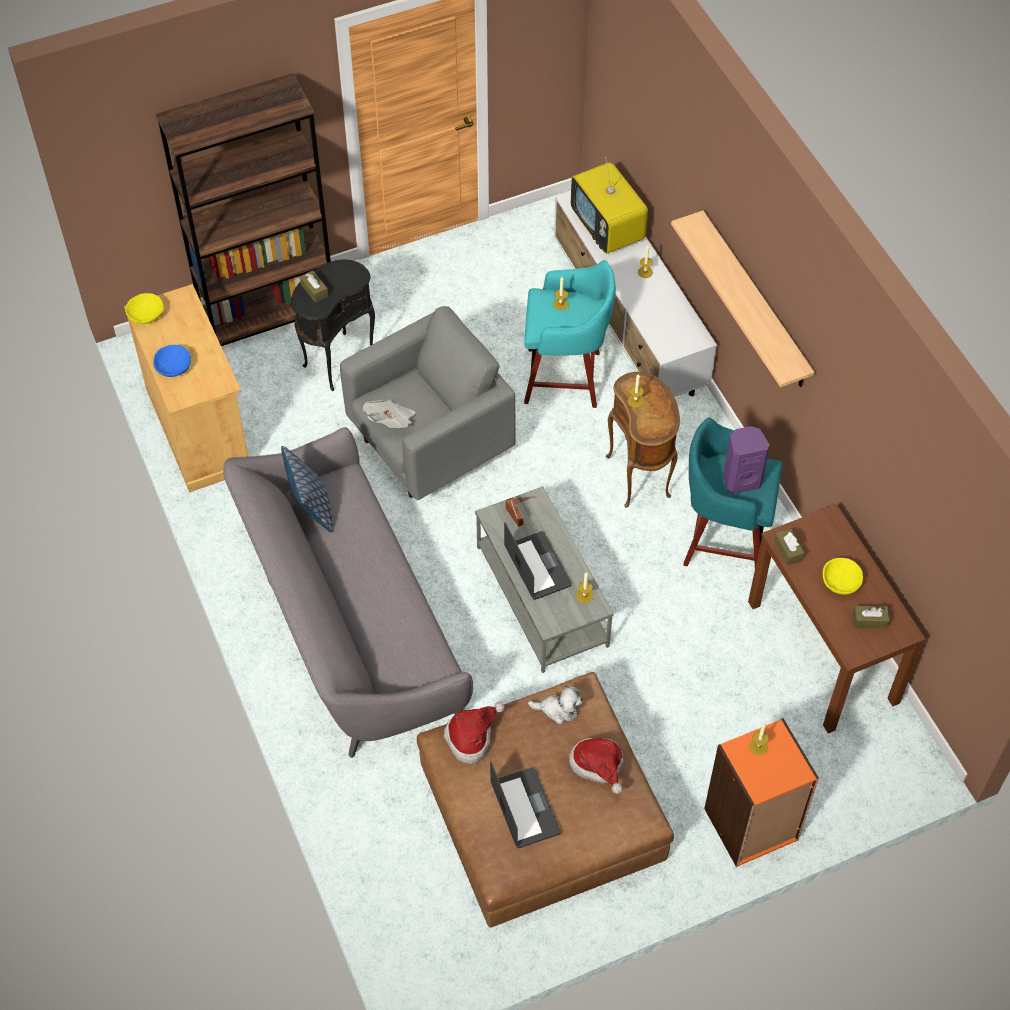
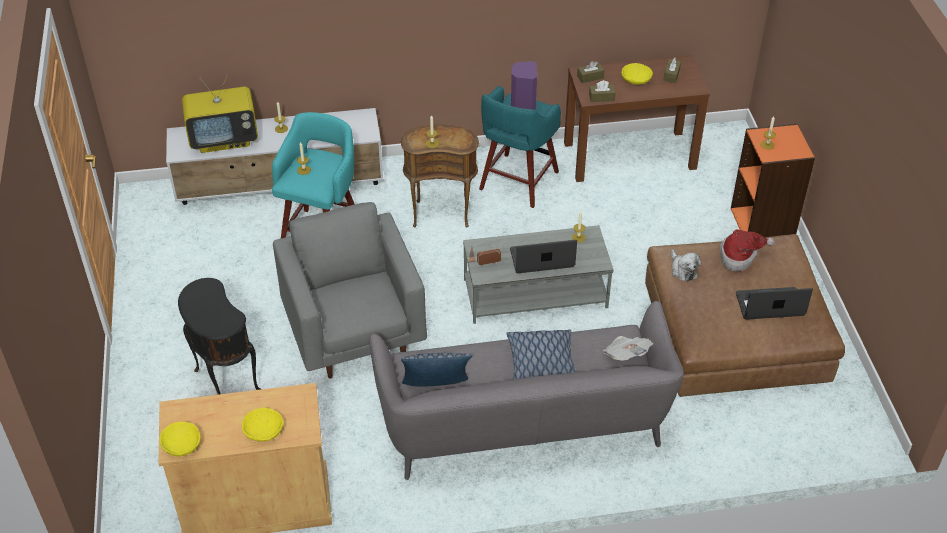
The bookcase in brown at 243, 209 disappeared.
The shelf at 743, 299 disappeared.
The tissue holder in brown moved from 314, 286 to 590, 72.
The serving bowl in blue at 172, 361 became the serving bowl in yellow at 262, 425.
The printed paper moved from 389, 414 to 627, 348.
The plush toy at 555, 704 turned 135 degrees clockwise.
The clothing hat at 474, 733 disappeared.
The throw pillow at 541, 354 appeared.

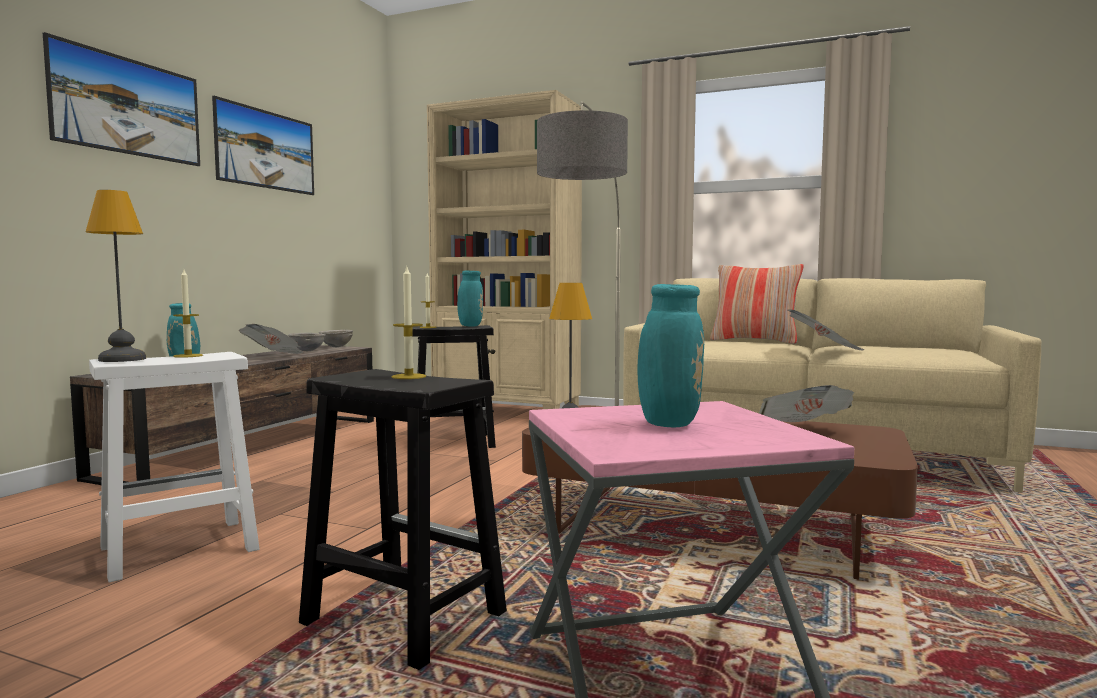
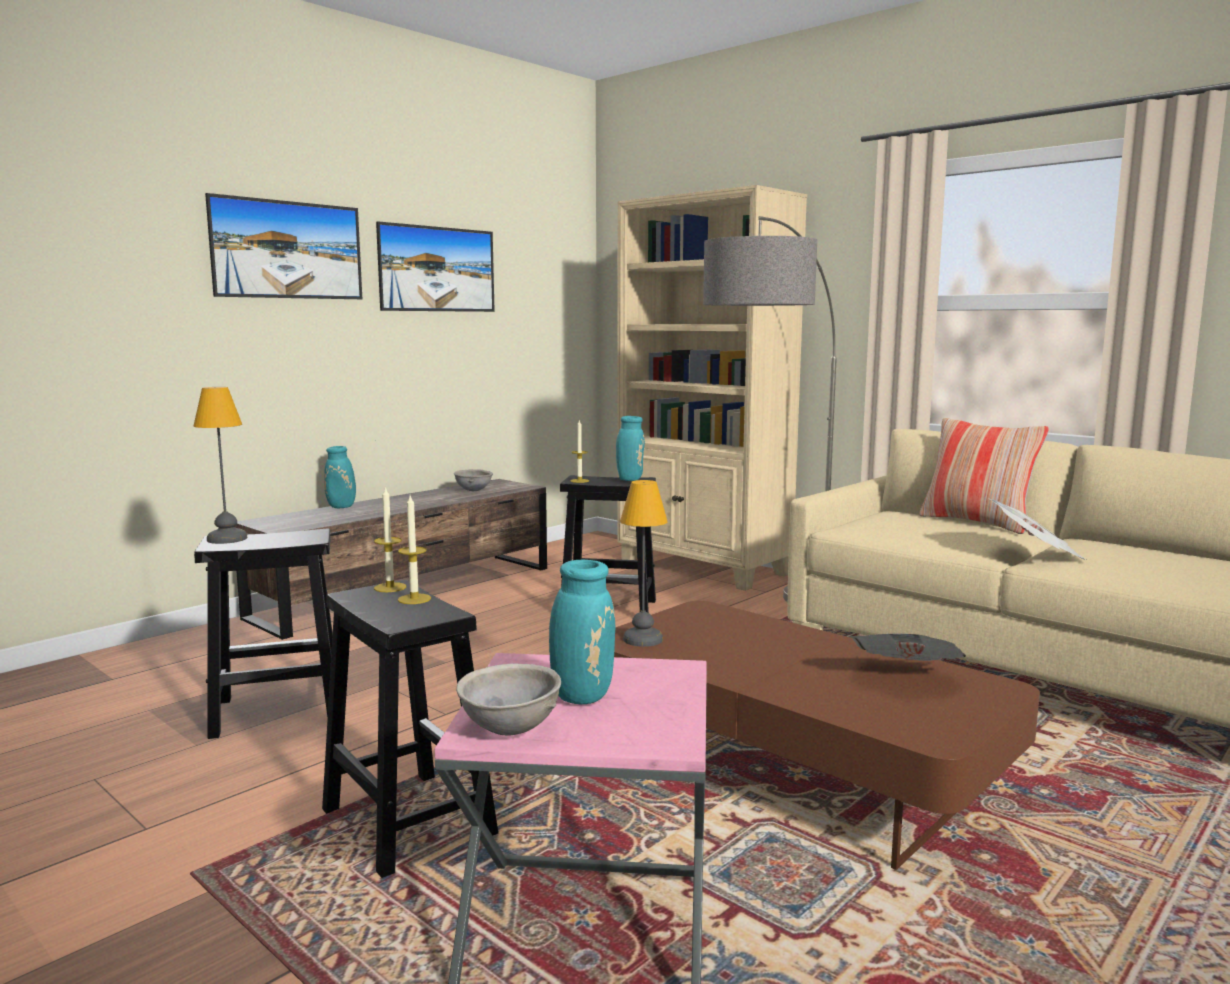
The wax light moved from 188, 314 to 390, 539.
The printed paper at 271, 339 disappeared.
The serving bowl in grey moved from 336, 338 to 508, 699.
The stool in white at 174, 467 became the stool in black-coloured at 263, 633.

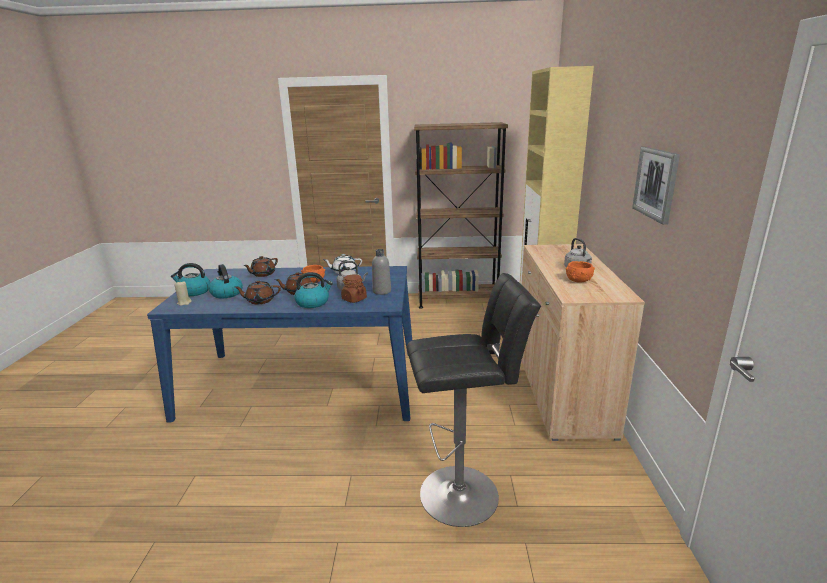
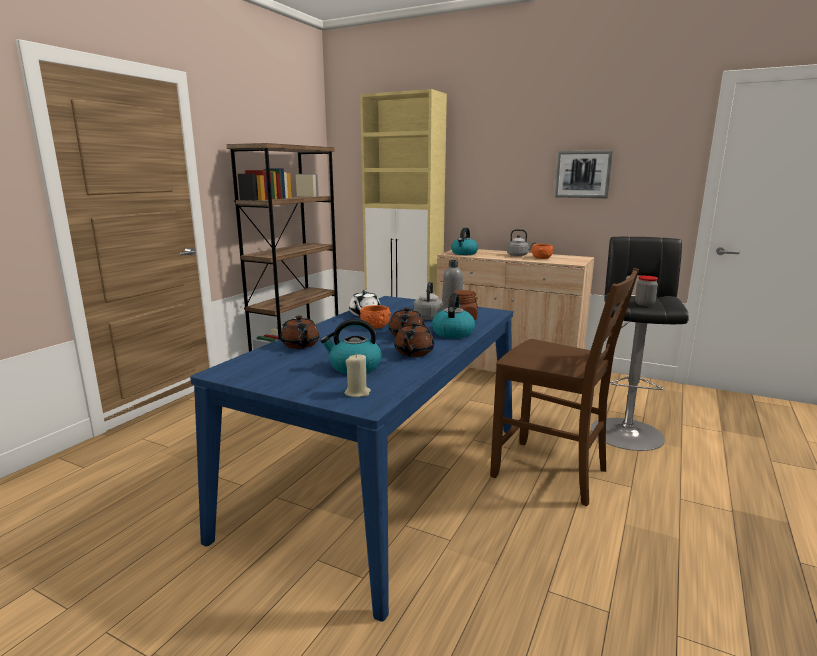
The tea kettle moved from 190, 279 to 464, 241.
The chair in brown at 564, 387 appeared.
The storage jar at 646, 291 appeared.

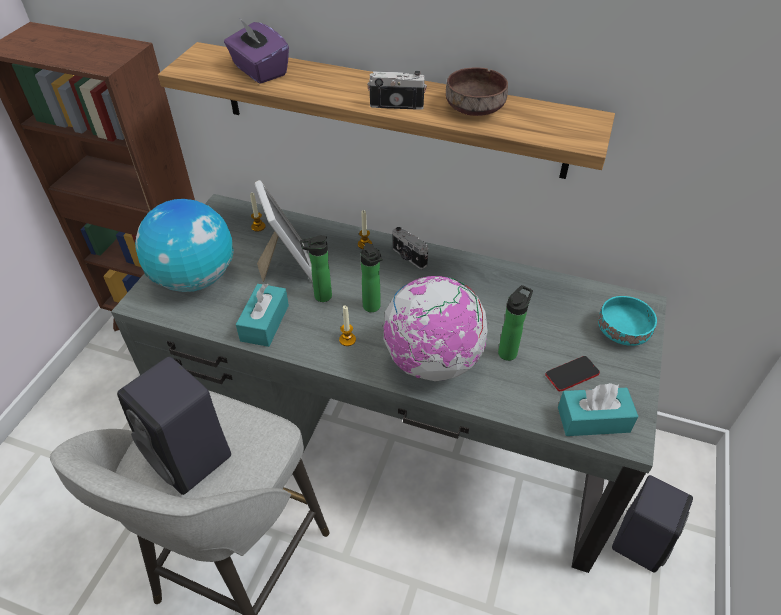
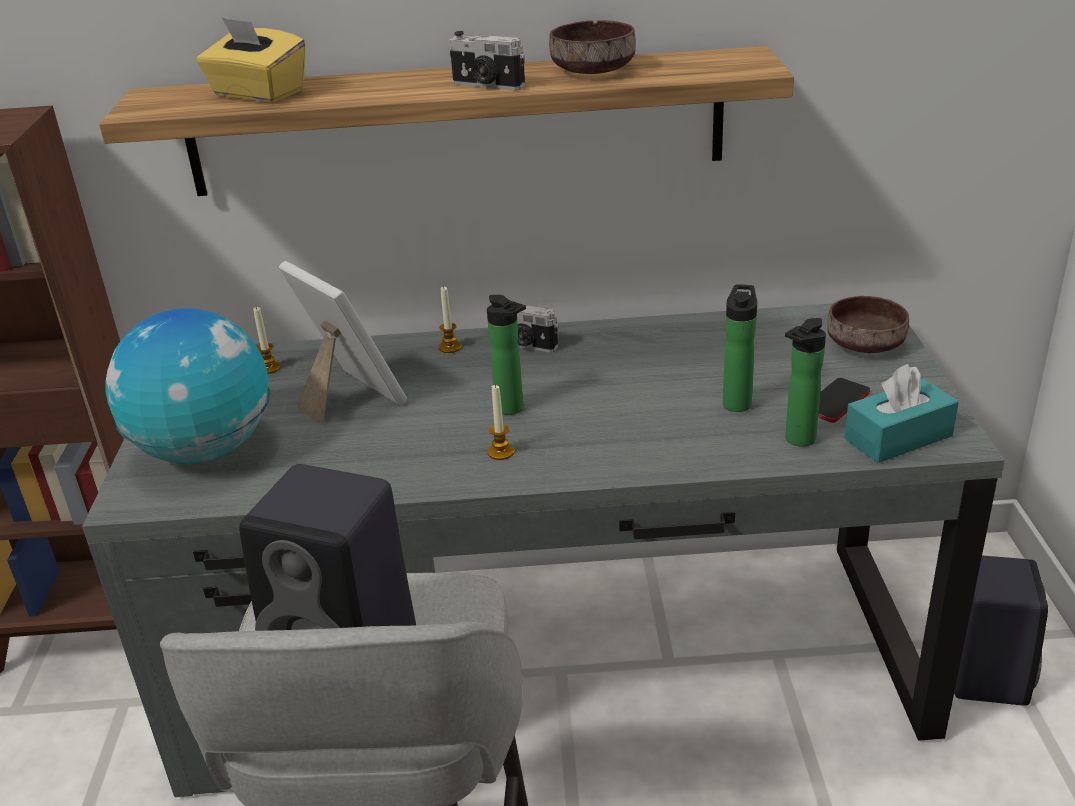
The tissue holder in purple-coloured at 256, 51 became the tissue holder in yellow at 251, 60.
The still camera at 397, 90 turned 135 degrees counterclockwise.
The drink bottle moved from 316, 268 to 805, 382.
The globe at 436, 328 disappeared.
The tissue holder in turquoise at 262, 315 disappeared.
The serving bowl in turquoise at 627, 321 became the serving bowl in brown at 868, 324.

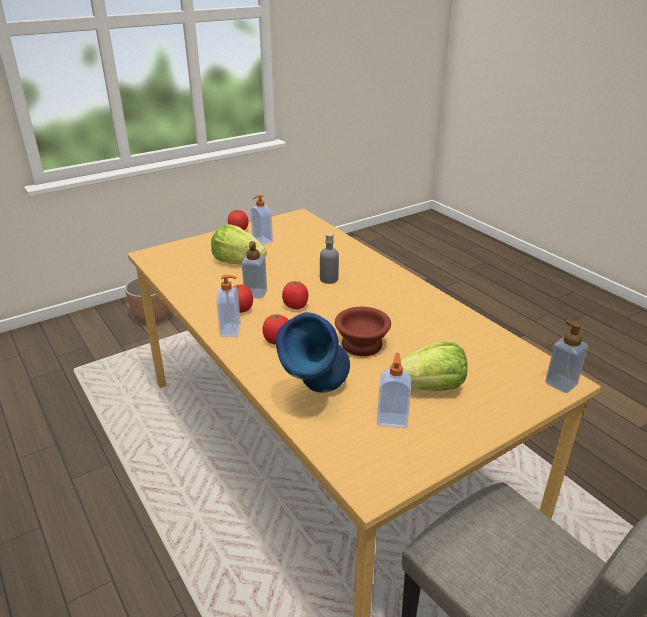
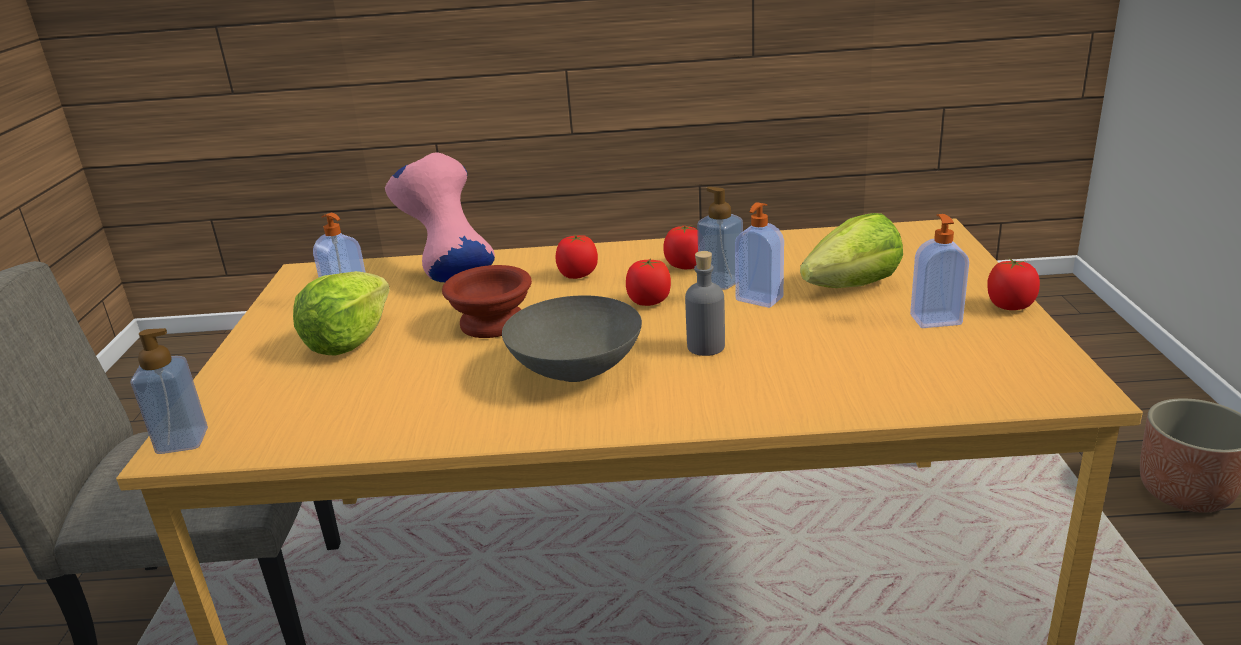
The soap dispenser moved from 229, 306 to 759, 255.
The decorative vase in blue at 313, 352 became the decorative vase in pinkish at 440, 217.
The serving bowl in grey at 572, 338 appeared.

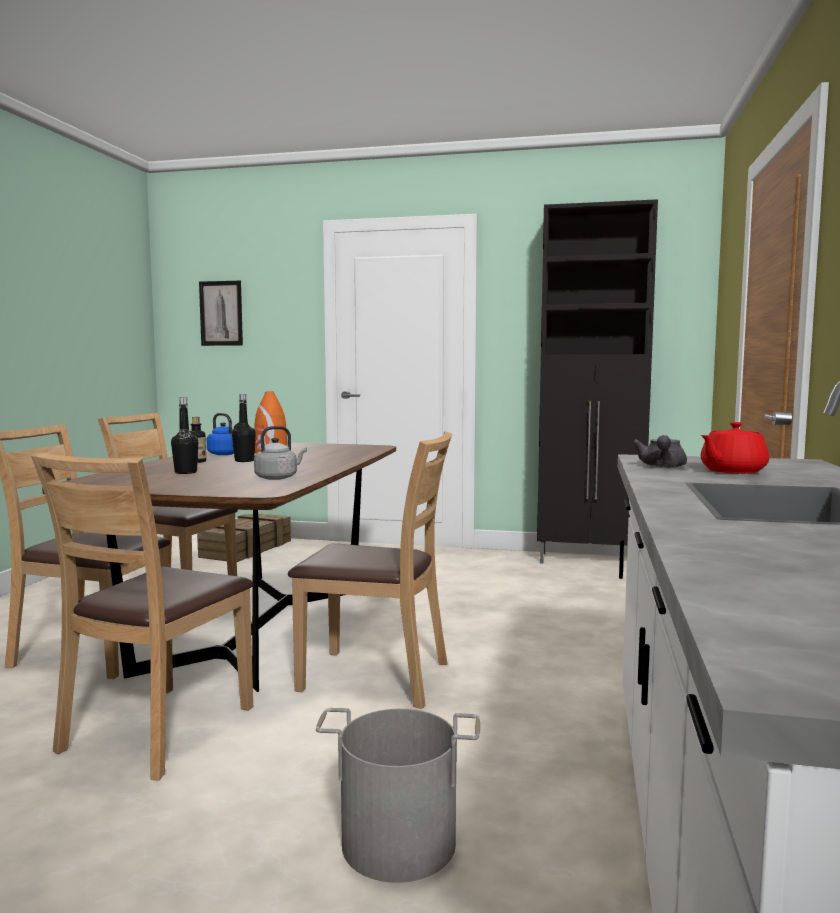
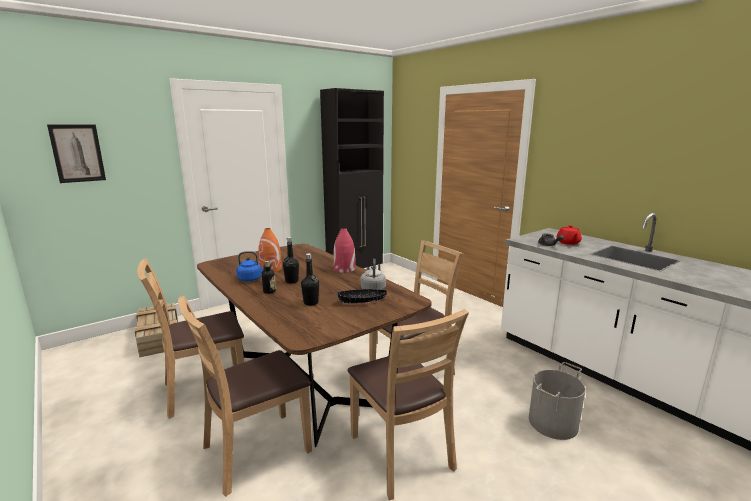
The decorative vase in red at 344, 250 appeared.
The serving bowl in black-coloured at 362, 296 appeared.

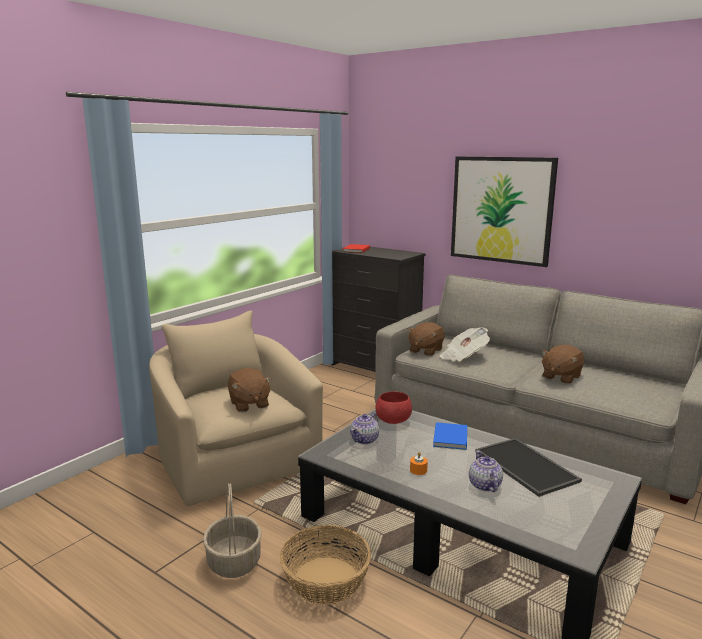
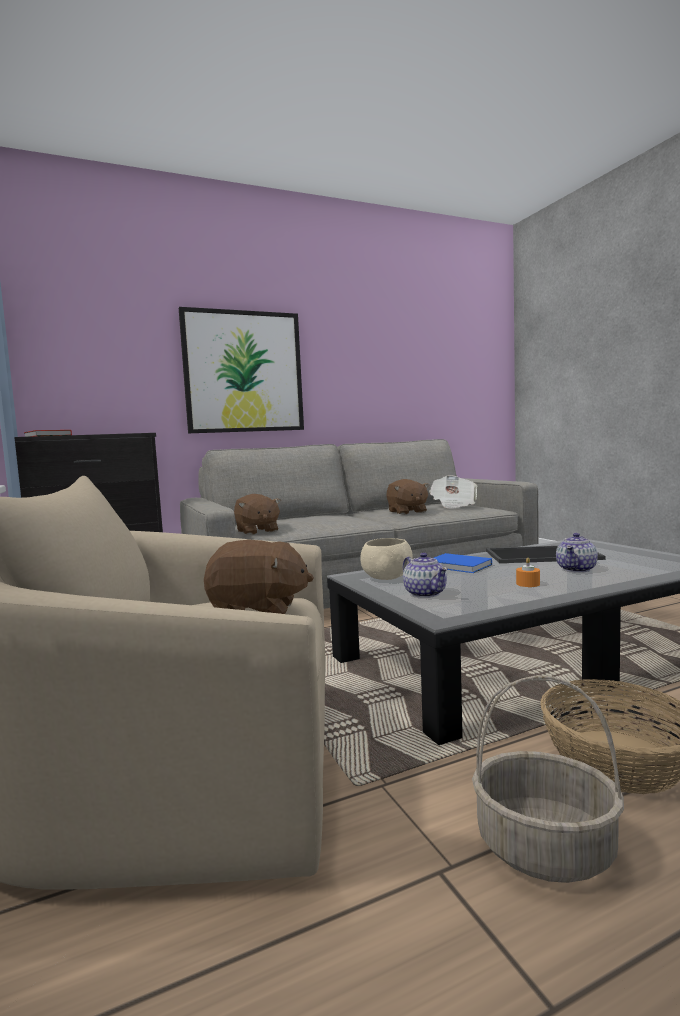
The printed paper moved from 465, 344 to 453, 492.
The serving bowl in red at 394, 408 became the serving bowl in beige-coloured at 386, 559.
The tea pot at 486, 471 turned 75 degrees counterclockwise.

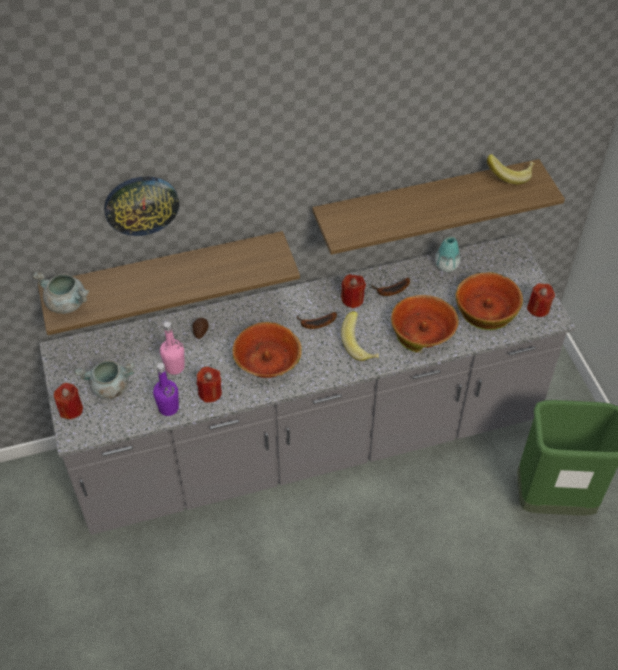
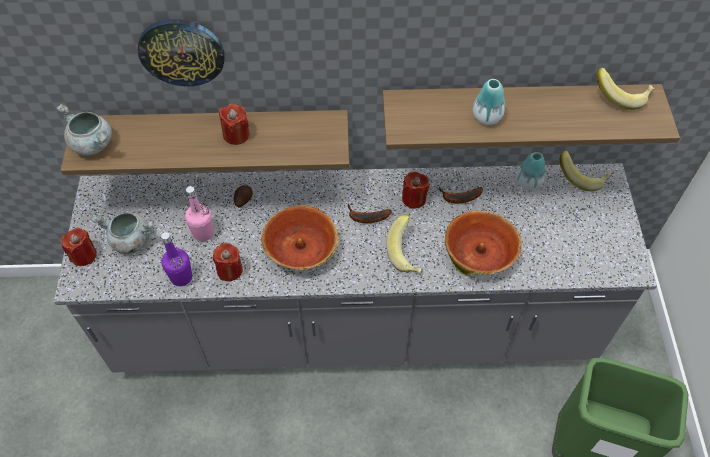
The serving bowl at 489, 301 disappeared.
The wax light in red moved from 541, 300 to 234, 124.
The decorative vase at 489, 102 appeared.
The banana at 585, 171 appeared.

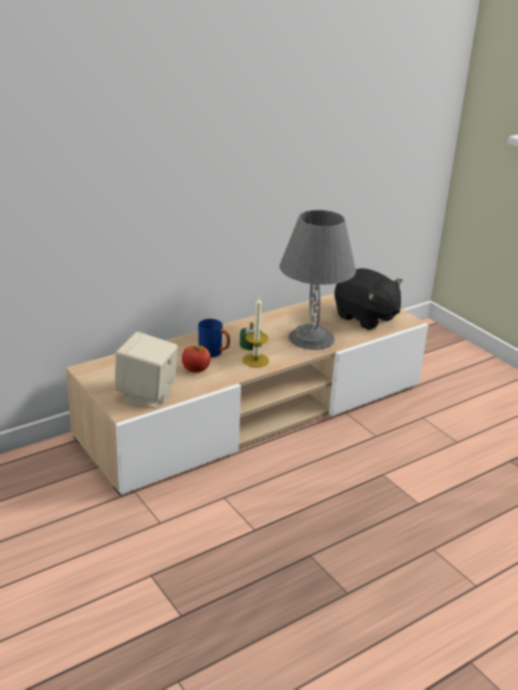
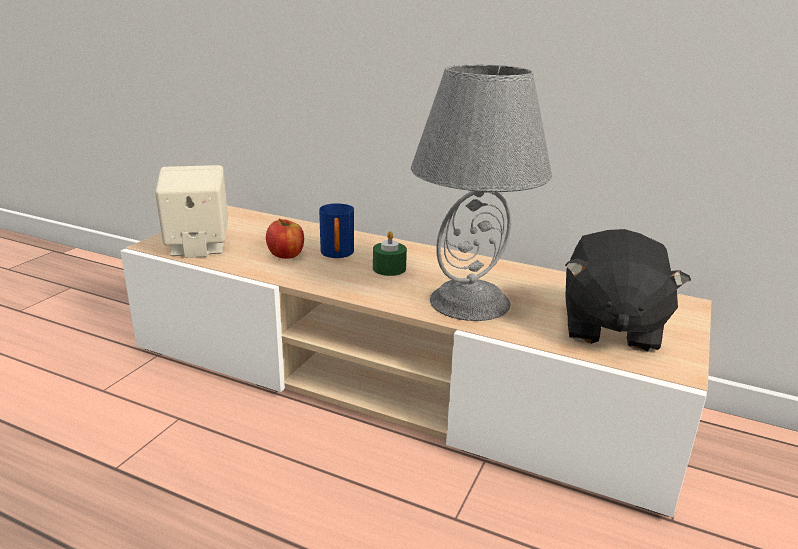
The wax light at 256, 332 disappeared.

